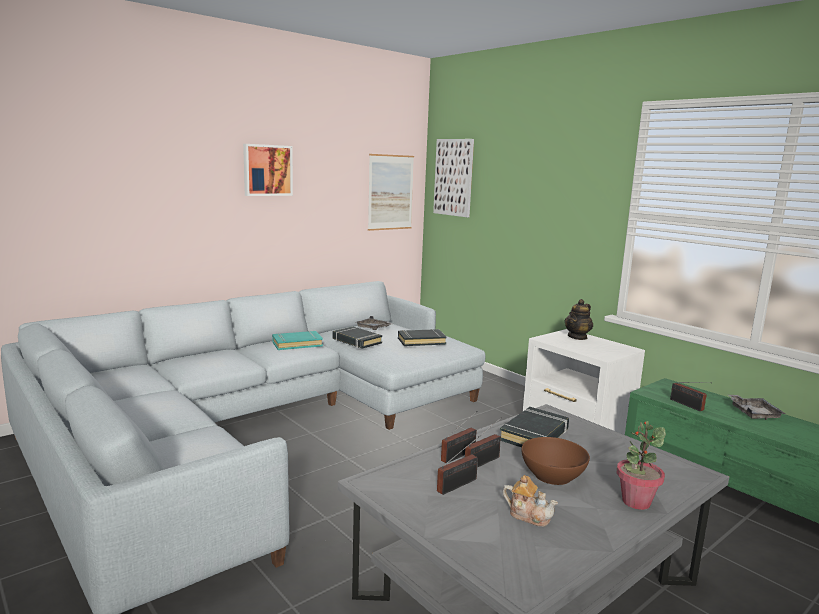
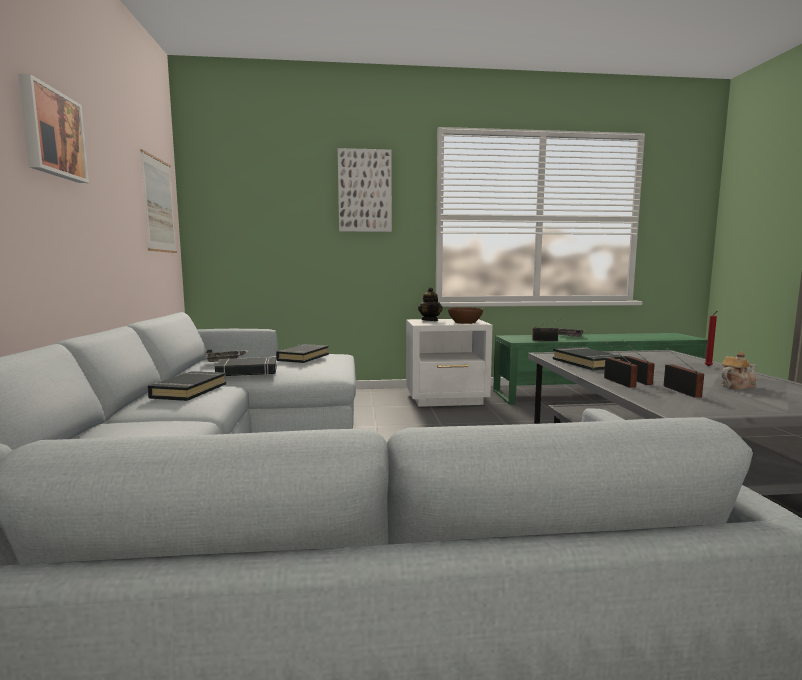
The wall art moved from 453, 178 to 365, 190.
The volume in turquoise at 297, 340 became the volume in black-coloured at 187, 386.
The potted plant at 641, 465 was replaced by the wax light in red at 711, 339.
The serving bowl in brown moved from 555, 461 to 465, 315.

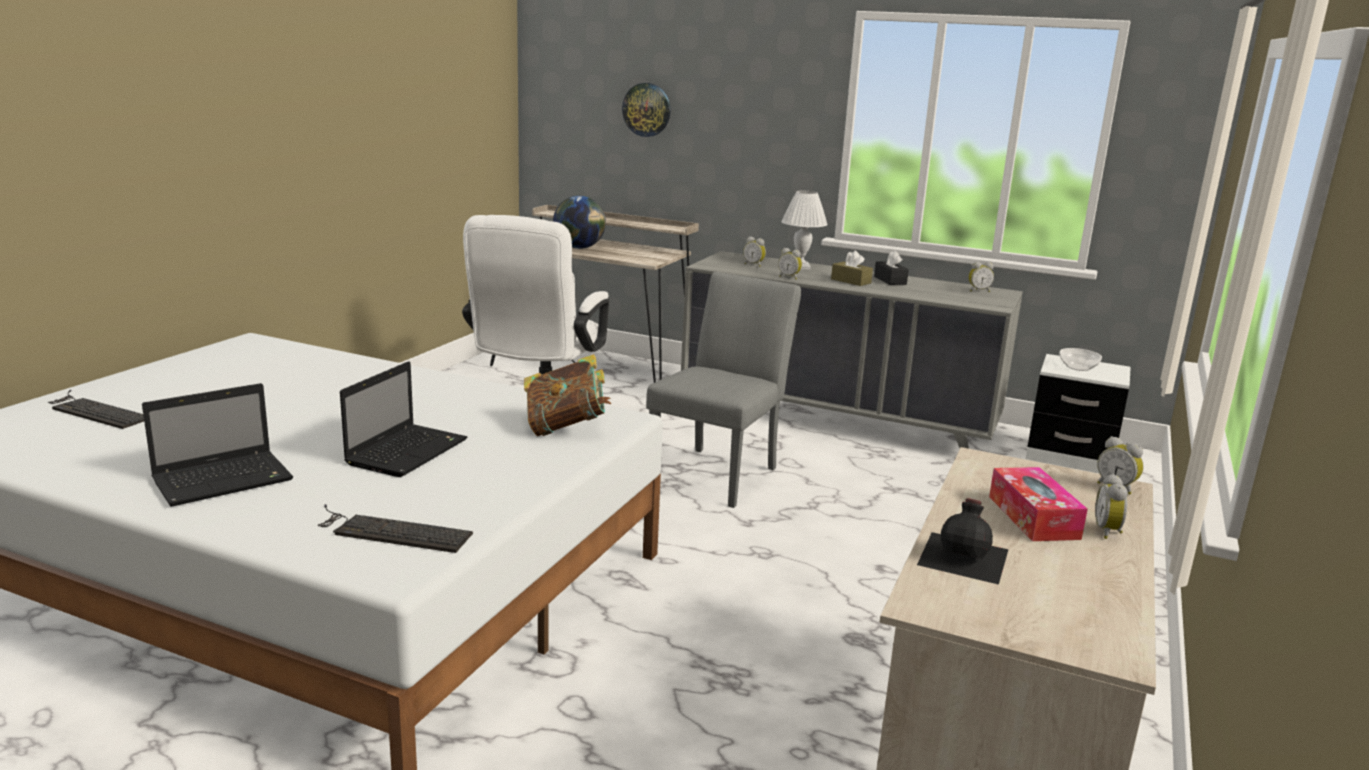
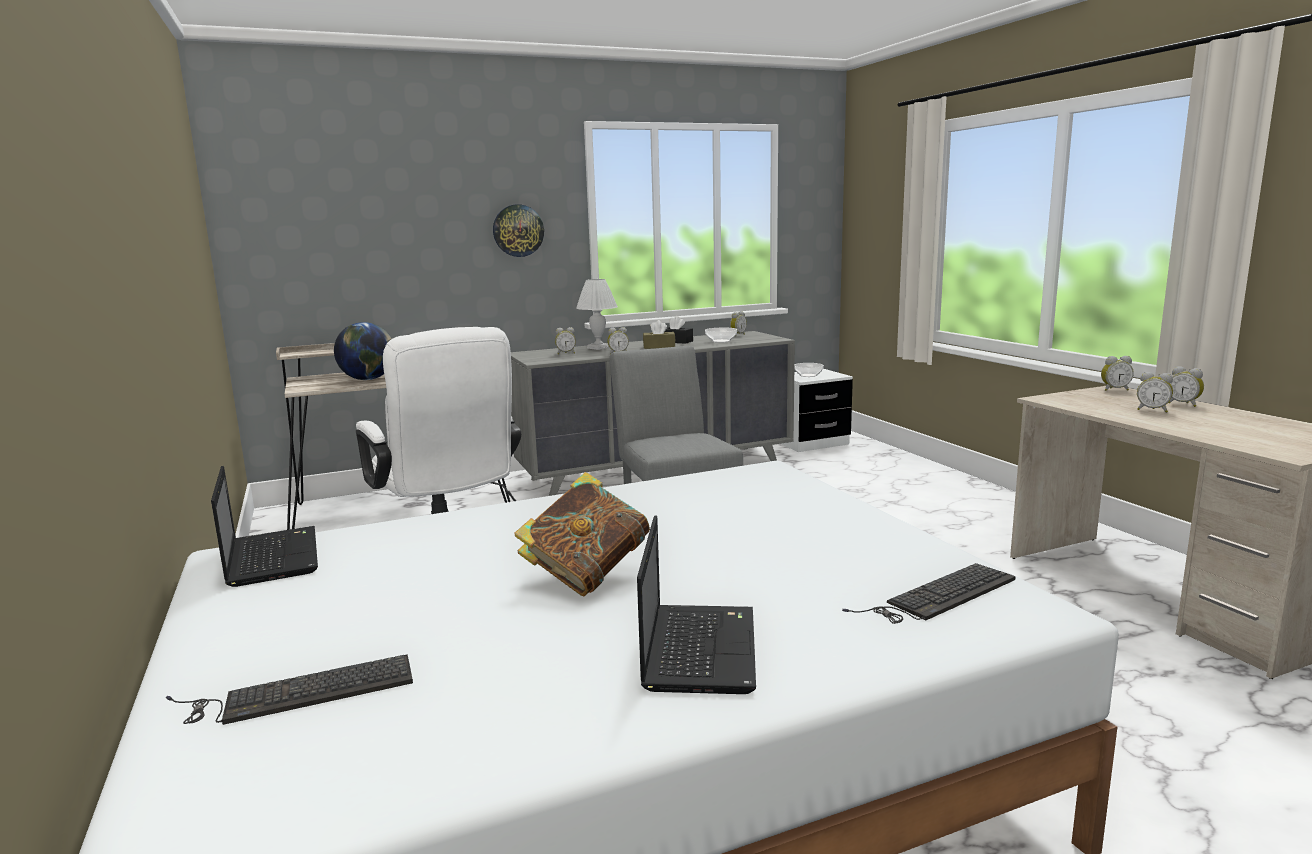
The hanging clock moved from 646, 110 to 518, 230.
The volume moved from 567, 395 to 582, 534.
The portable computer moved from 404, 419 to 264, 526.
The tissue holder at 1038, 504 was replaced by the bedside clock at 1155, 392.
The drink bottle in black-coloured at 963, 541 disappeared.
The serving bowl at 721, 335 appeared.

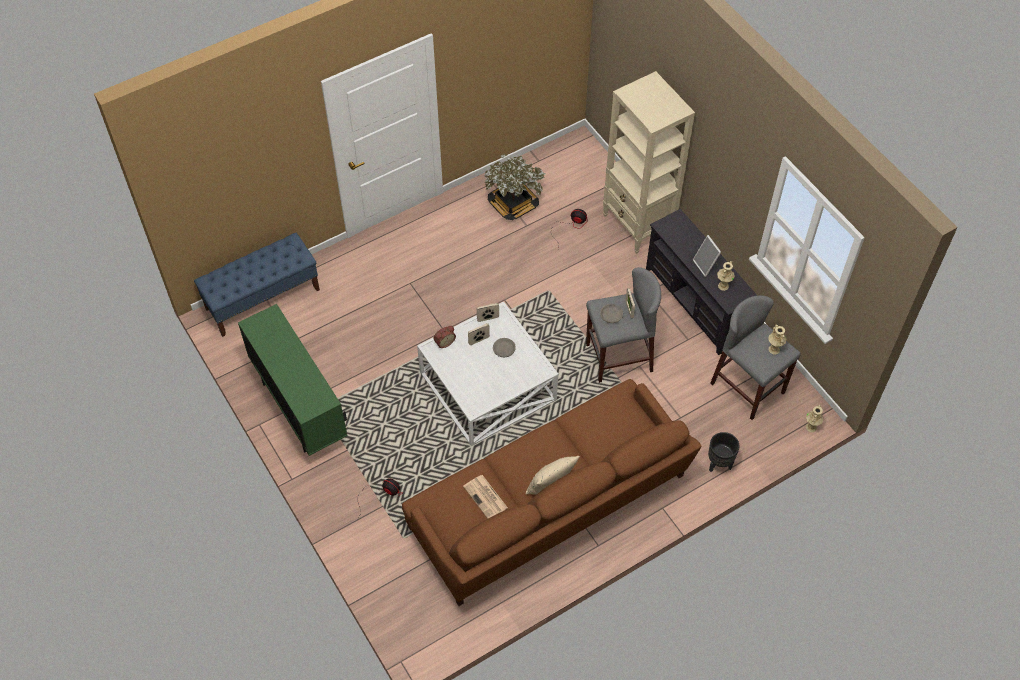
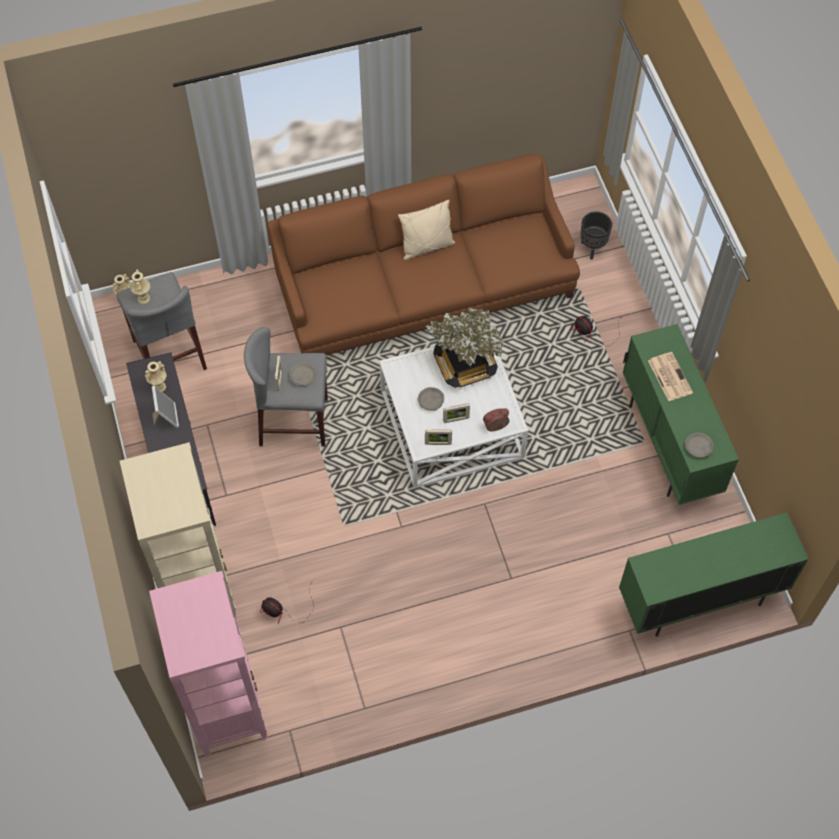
The potted plant moved from 514, 186 to 464, 347.
The bench in blue at 257, 285 was replaced by the cabinet in greenish at 714, 574.
The flower pot in black-coloured moved from 724, 452 to 596, 235.
The printed paper moved from 485, 497 to 670, 376.
The serving bowl in grey at 699, 445 appeared.
The bookcase in pinkish at 208, 663 appeared.

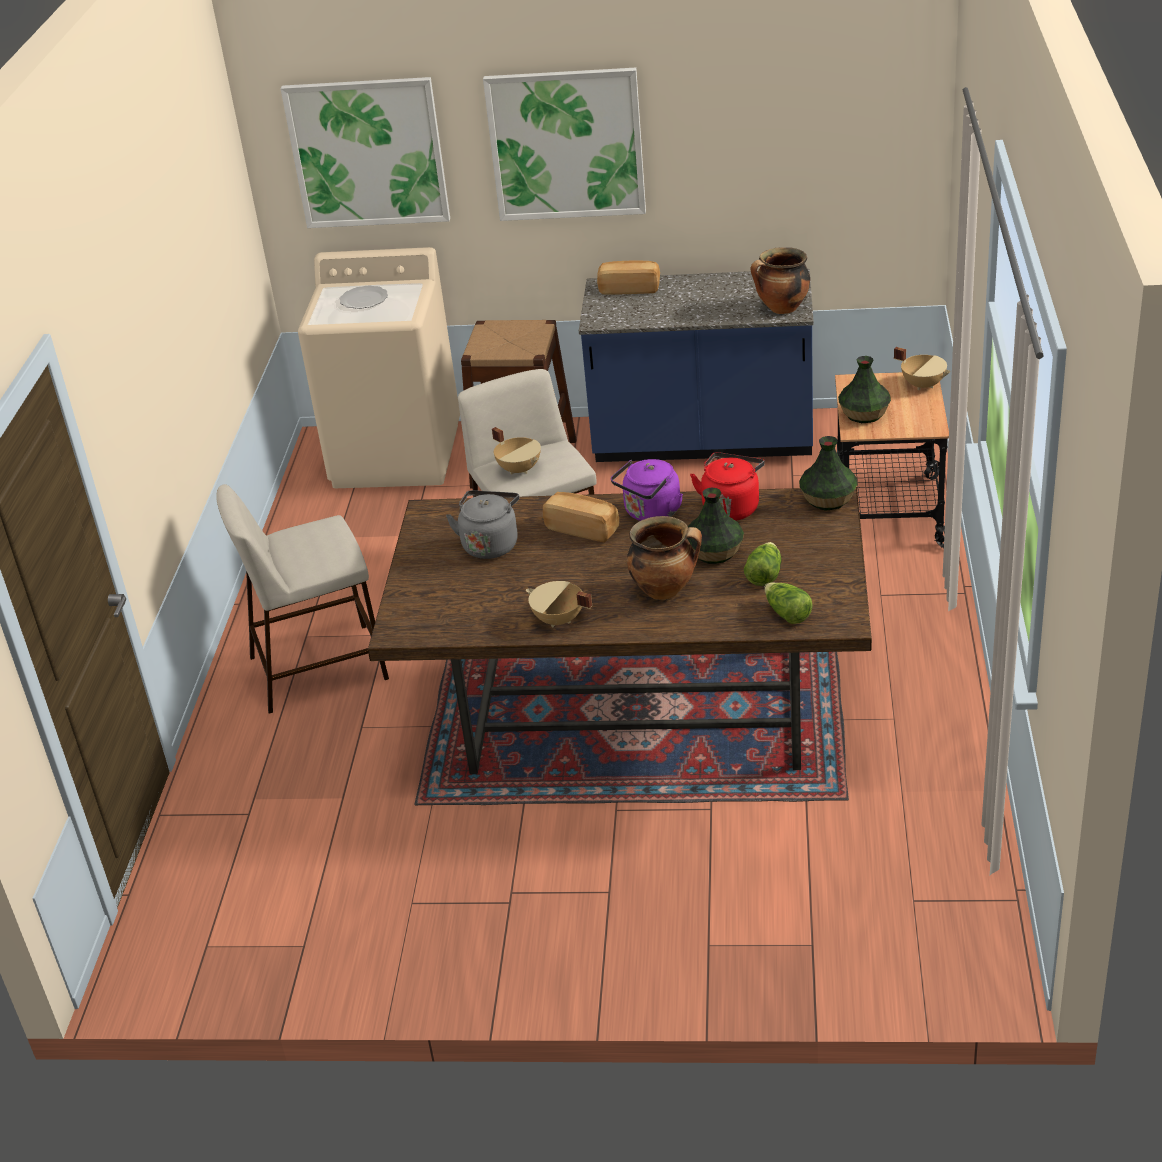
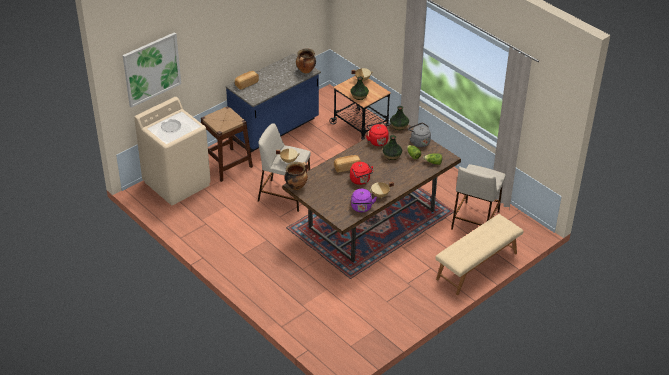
The wall art at 564, 144 disappeared.
The tea kettle in purple-coloured moved from 647, 490 to 364, 200.
The stool in beige-coloured moved from 302, 599 to 478, 197.
The tea kettle in grey moved from 482, 524 to 419, 134.
The stockpot moved from 664, 558 to 296, 176.
The tea kettle in red at 361, 173 appeared.
The bench in beige-coloured at 479, 254 appeared.

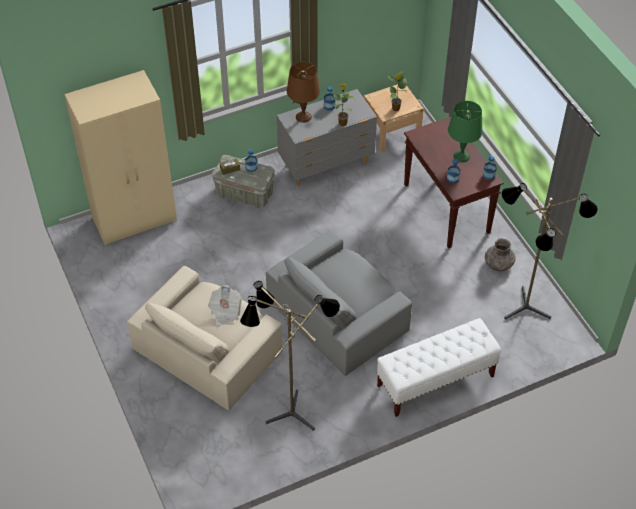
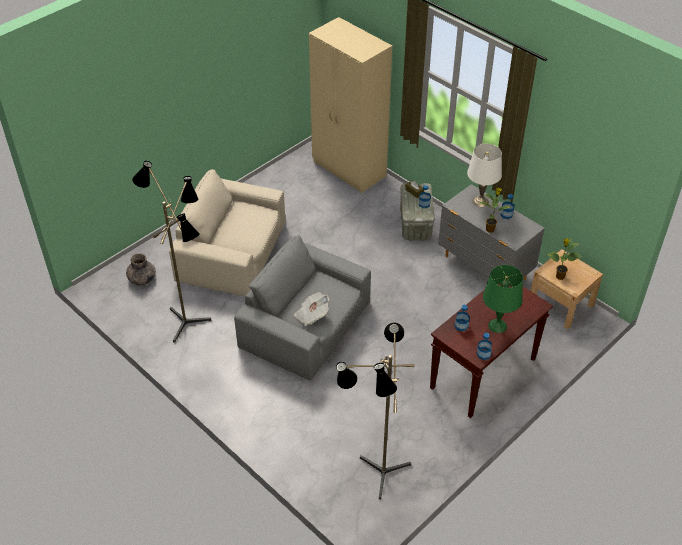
The table lamp in brown at 303, 92 became the table lamp in white at 484, 175.
The decorative vase in grey moved from 500, 254 to 141, 269.
The printed paper moved from 225, 305 to 312, 309.
The bench in white at 439, 367 disappeared.

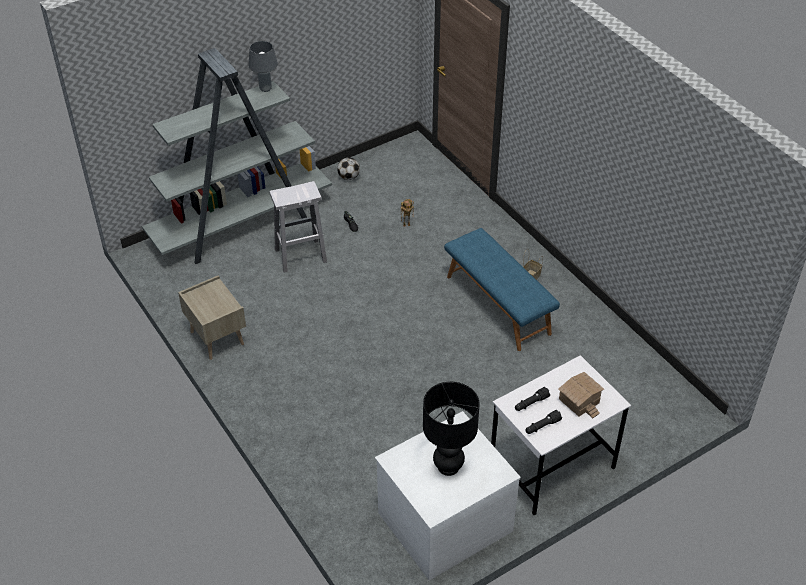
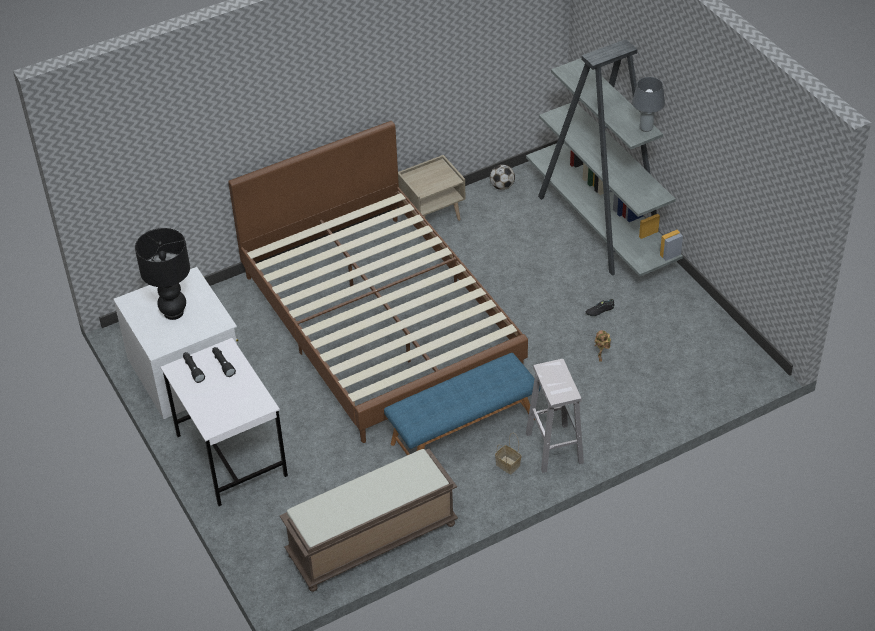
The football ball moved from 348, 168 to 502, 177.
The stool in white moved from 298, 227 to 555, 416.
The model house at 581, 395 disappeared.
The bed in brown at 378, 282 appeared.
The bench in brown at 369, 520 appeared.

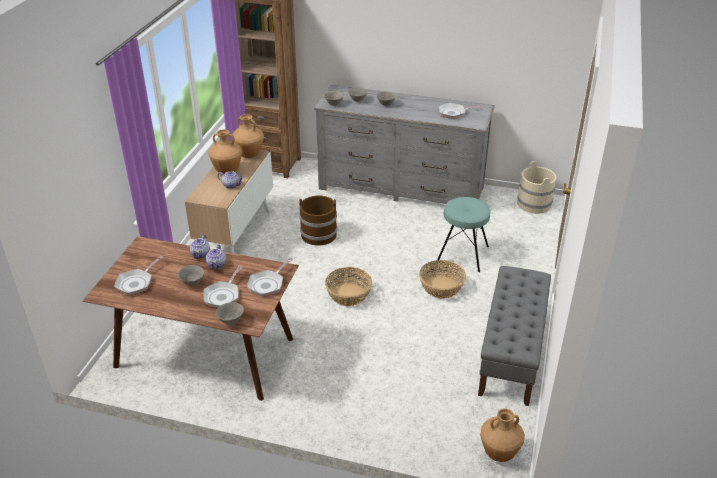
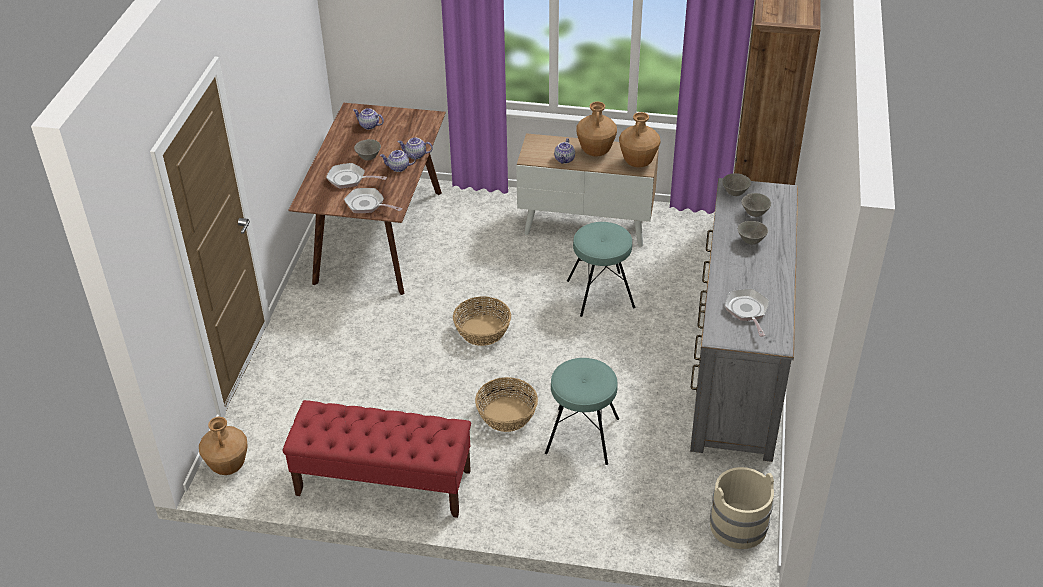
The water bucket in brown at 318, 220 was replaced by the stool in turquoise at 601, 269.
The pan at 139, 275 was replaced by the tea pot at 368, 119.
The bench in grey at 514, 336 became the bench in red at 377, 459.
The serving bowl in grey at 230, 313 disappeared.

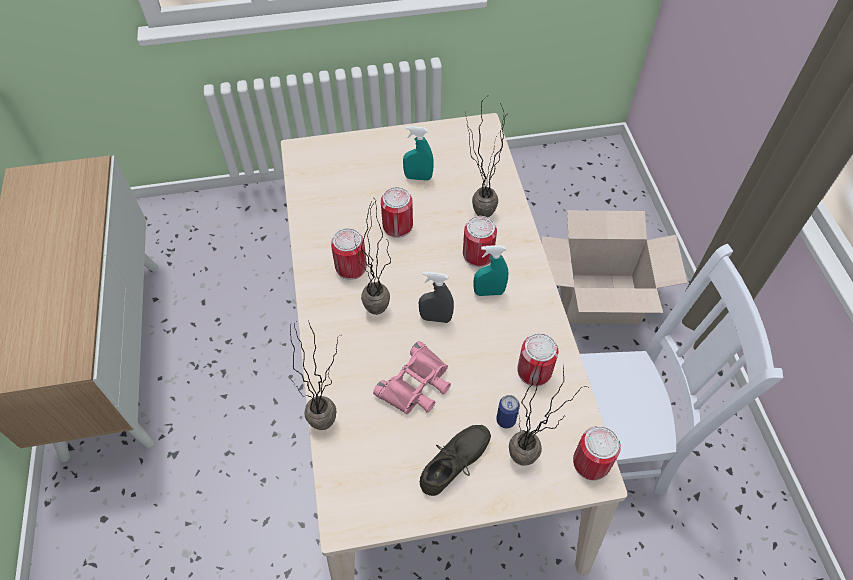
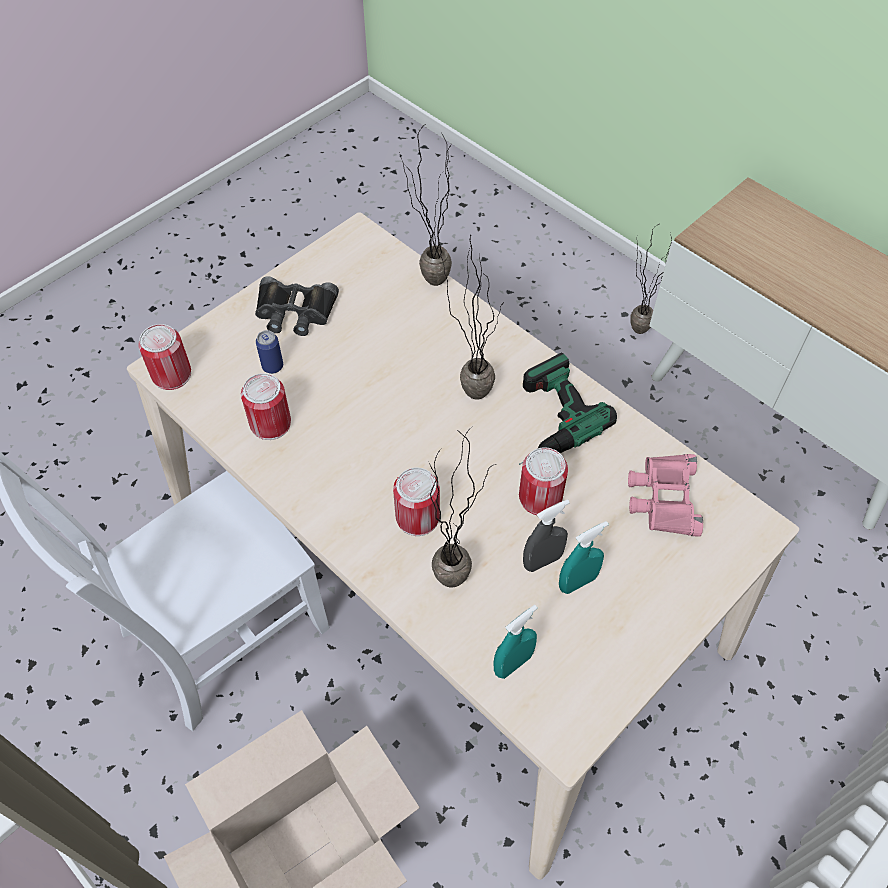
The sealed can at 349, 254 was replaced by the power drill at 568, 409.
The sprayer in turquoise moved from 491, 270 to 516, 642.
The sprayer in grey moved from 436, 297 to 546, 535.
The pair of binoculars in pinkish moved from 412, 377 to 665, 495.
The potted plant moved from 545, 413 to 651, 279.
The item of footwear in grey at 455, 460 was replaced by the pair of binoculars in black-coloured at 297, 306.

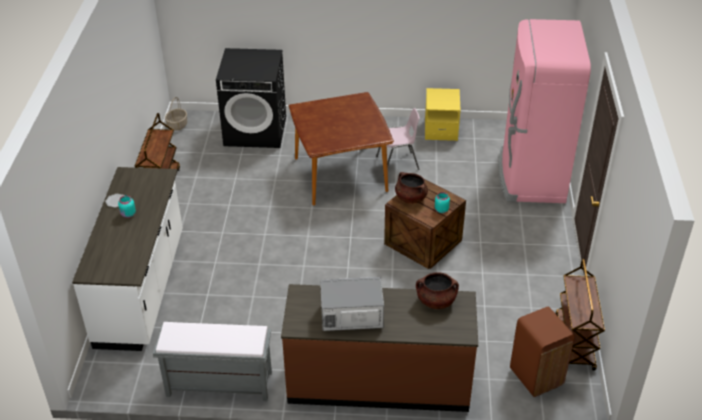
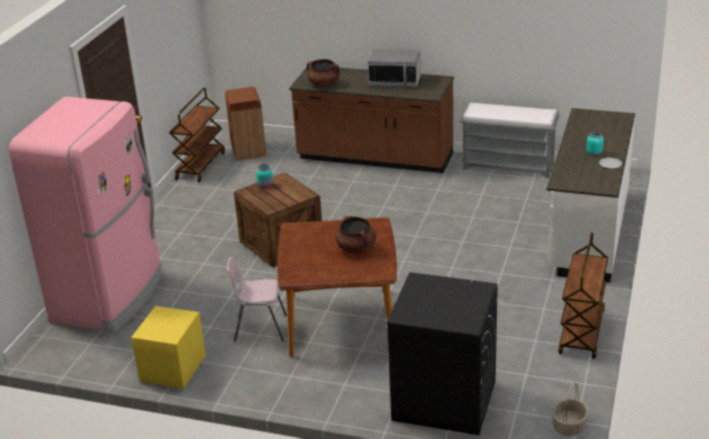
The stockpot in brown moved from 411, 188 to 356, 235.

